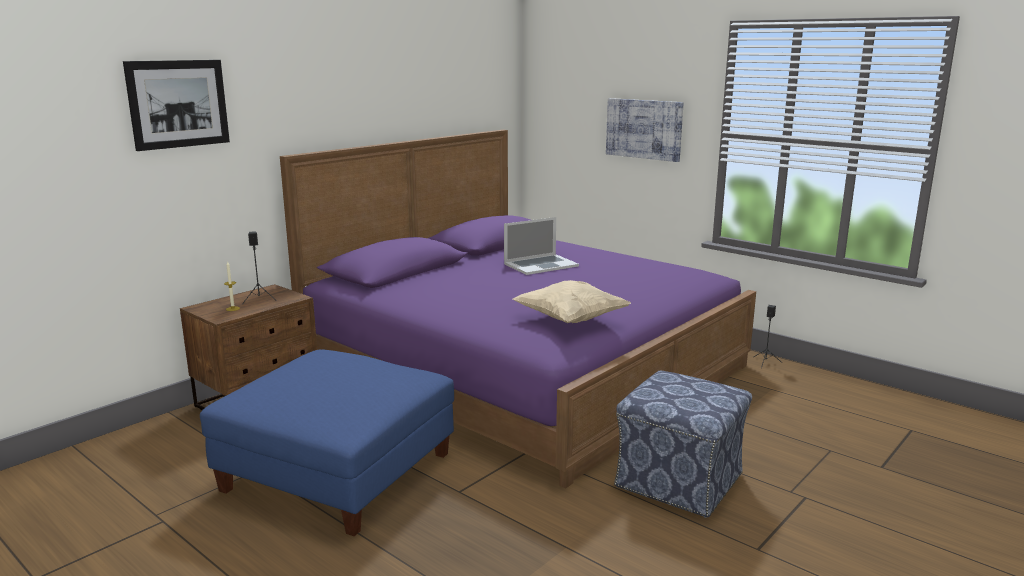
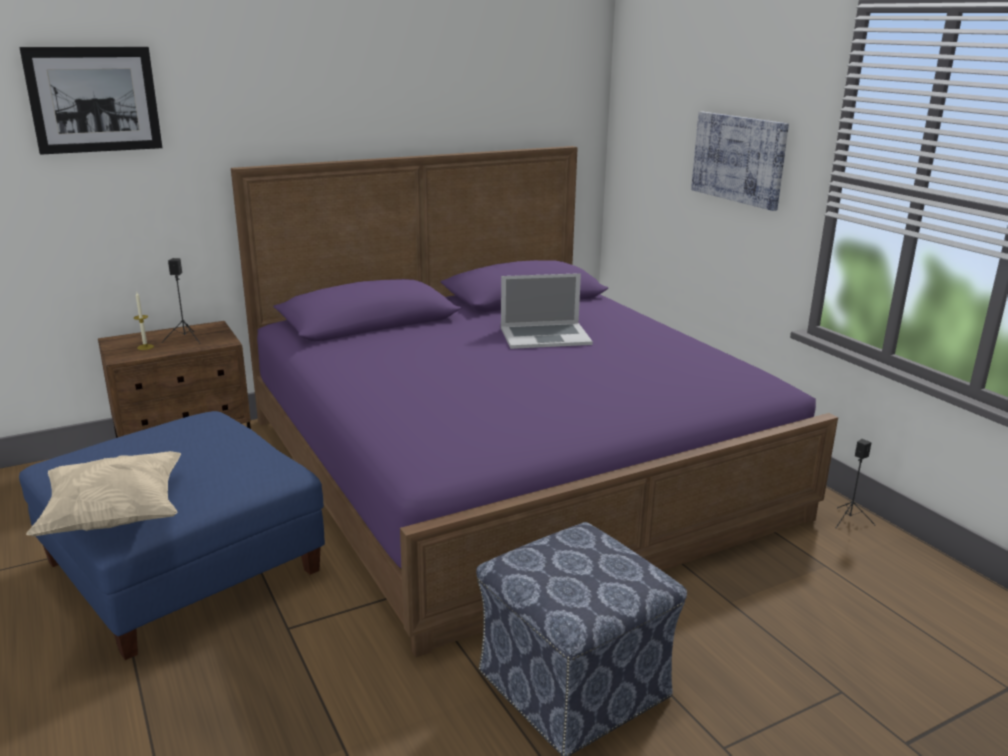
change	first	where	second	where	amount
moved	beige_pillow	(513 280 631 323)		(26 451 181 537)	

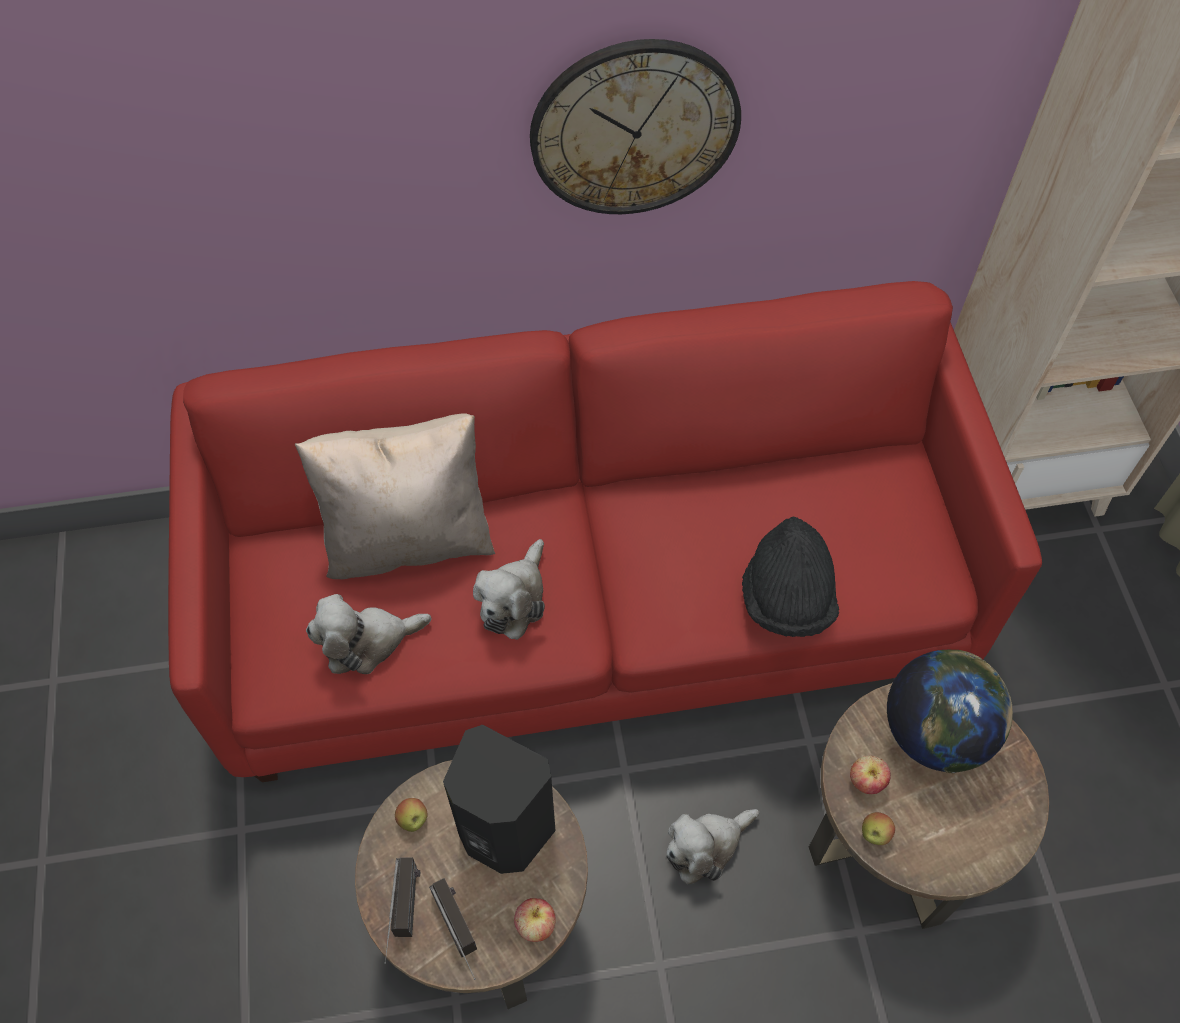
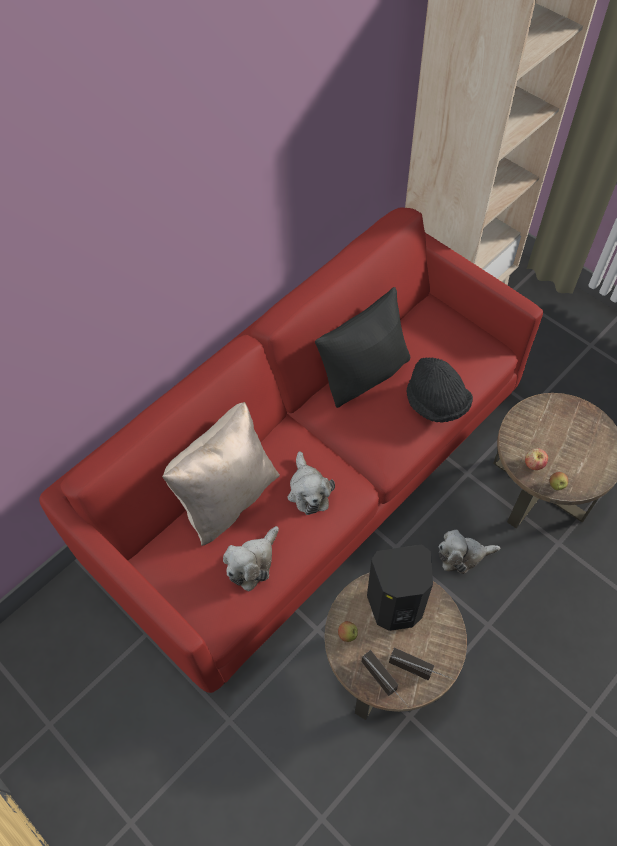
change	first	where	second	where	amount
removed	apple	(514 898 556 942)			
removed	wall_clock	(530 39 741 214)			
removed	globe	(887 650 1013 773)			
added			black_pillow	(315 287 410 408)	
turned	plush_toy	(667 809 759 884)		(439 530 500 574)	60 degrees clockwise

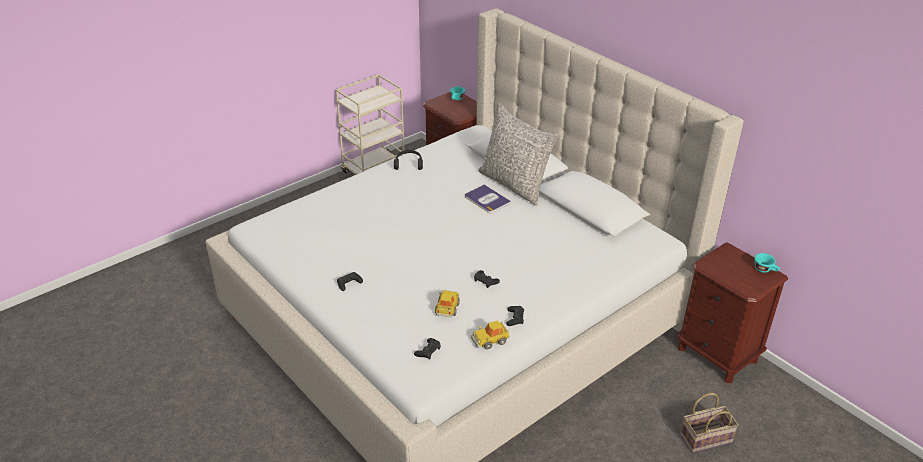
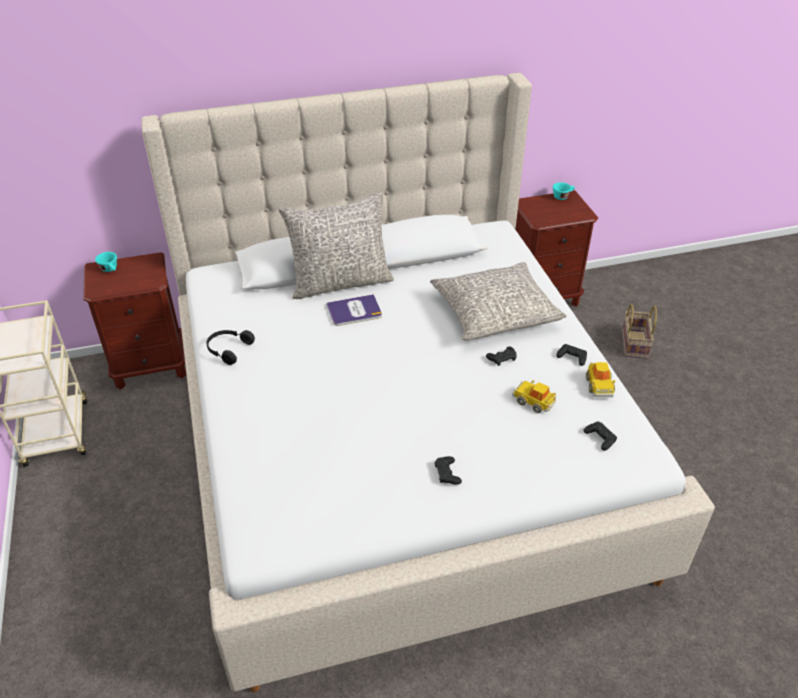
change	first	where	second	where	amount
added			grey_pillow	(430 262 567 340)	

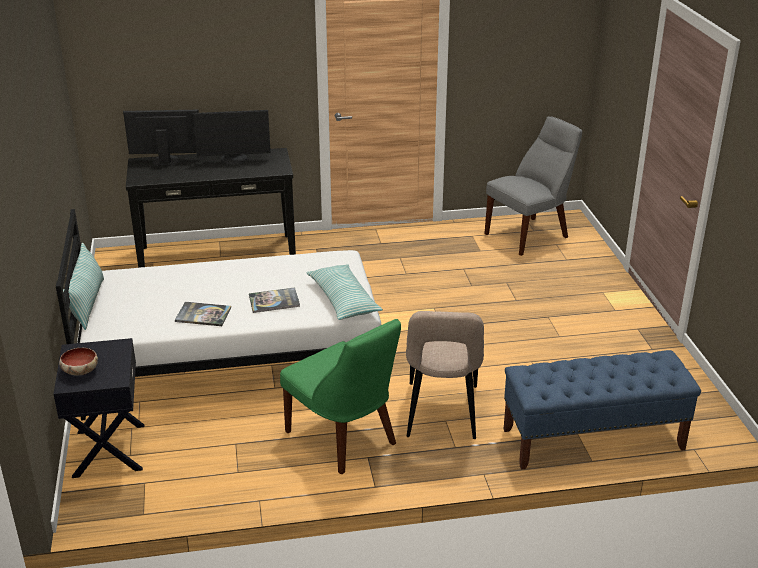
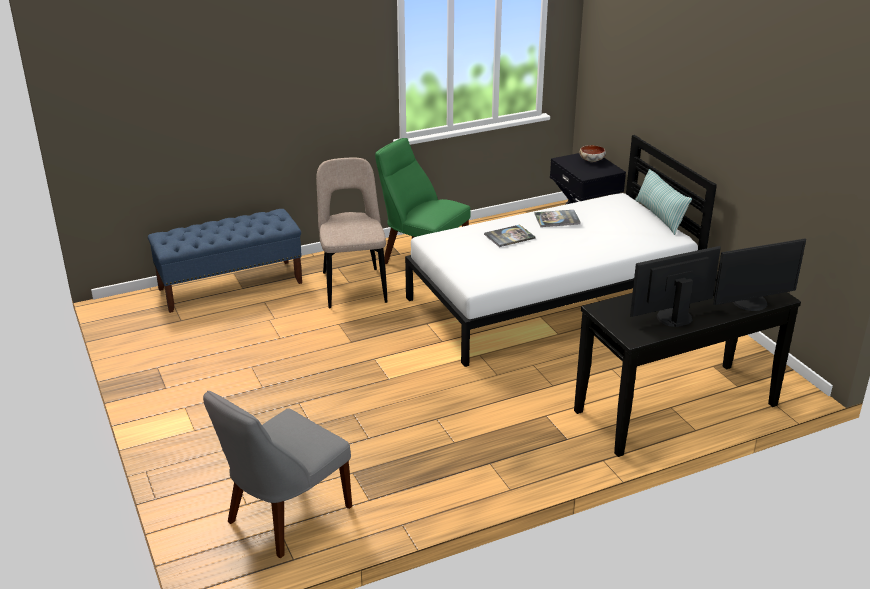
change	first	where	second	where	amount
removed	pillow	(306 264 383 320)			

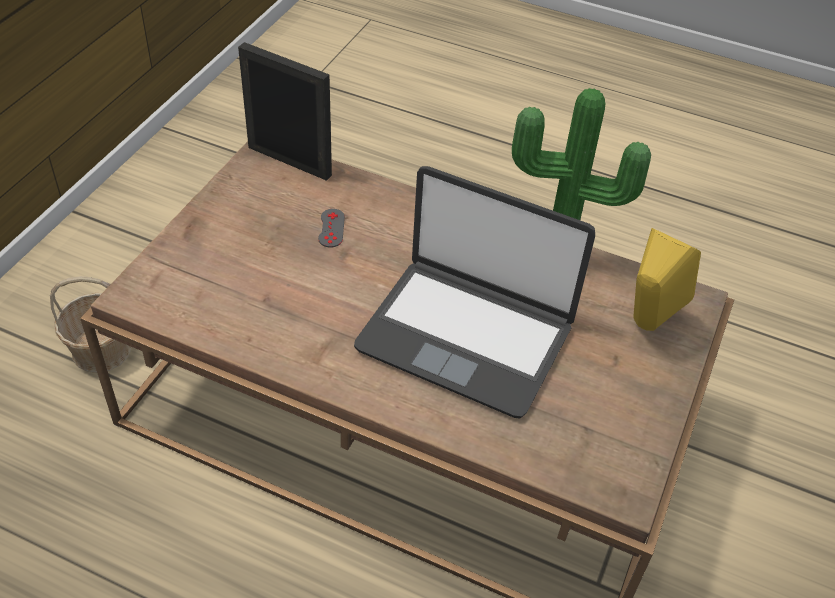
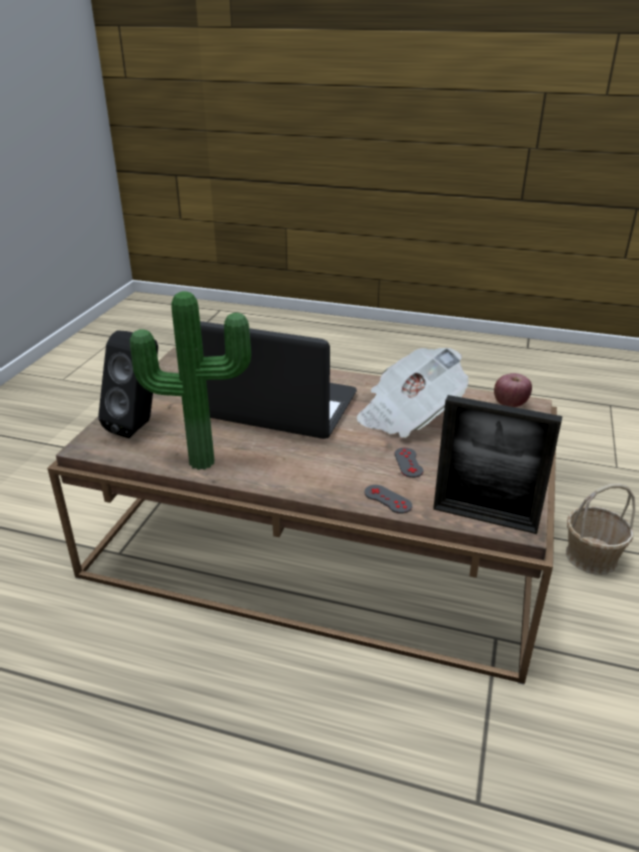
change	first	where	second	where	amount
added			newspaper	(357 348 469 438)	
added			grey_game_controller	(364 485 412 514)	
added			apple	(494 373 532 407)	
recoloured	yellow_speaker	(633 228 701 331)	black_speaker	(98 330 158 438)	

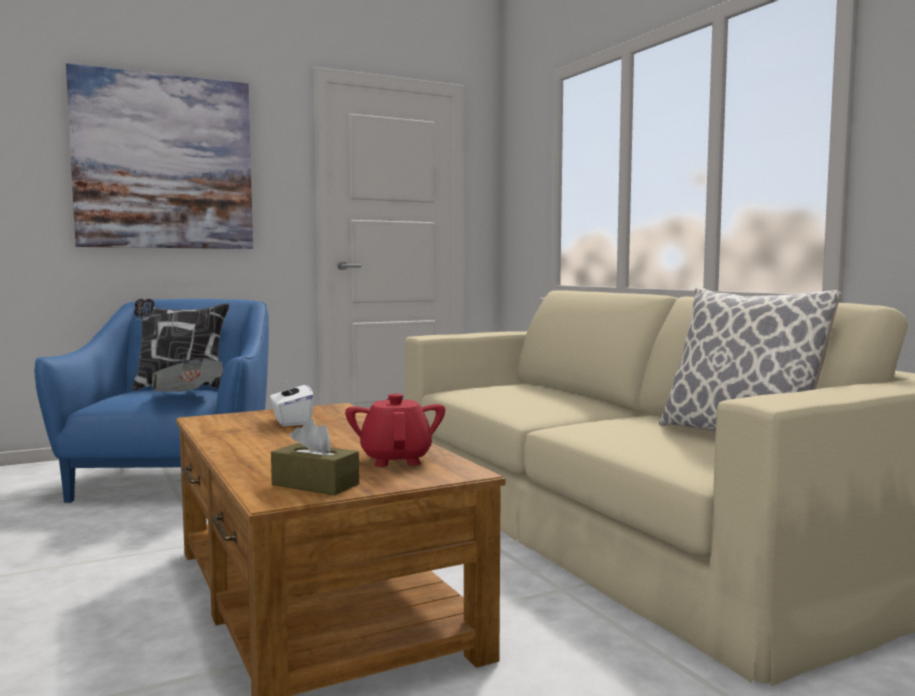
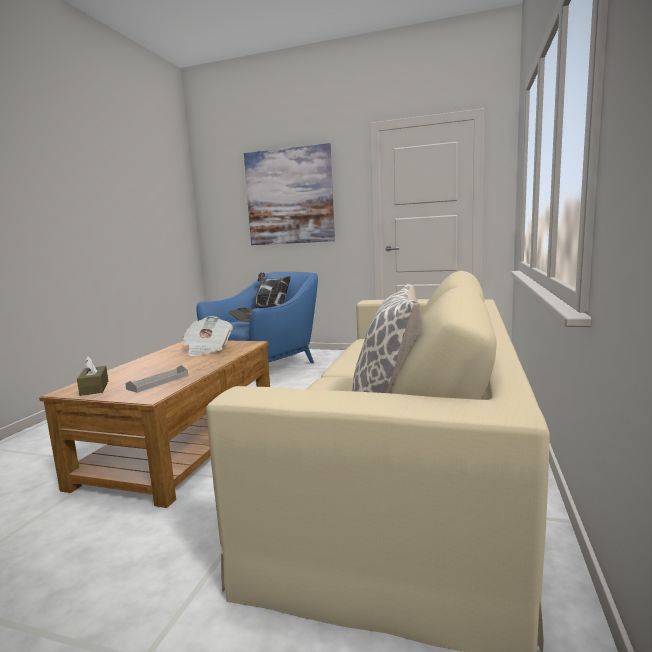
change	first	where	second	where	amount
replaced	white_tissue_box	(270 377 314 426)	newspaper	(183 316 233 356)	
replaced	red_teapot	(345 394 445 467)	grey_tray	(125 365 188 393)	

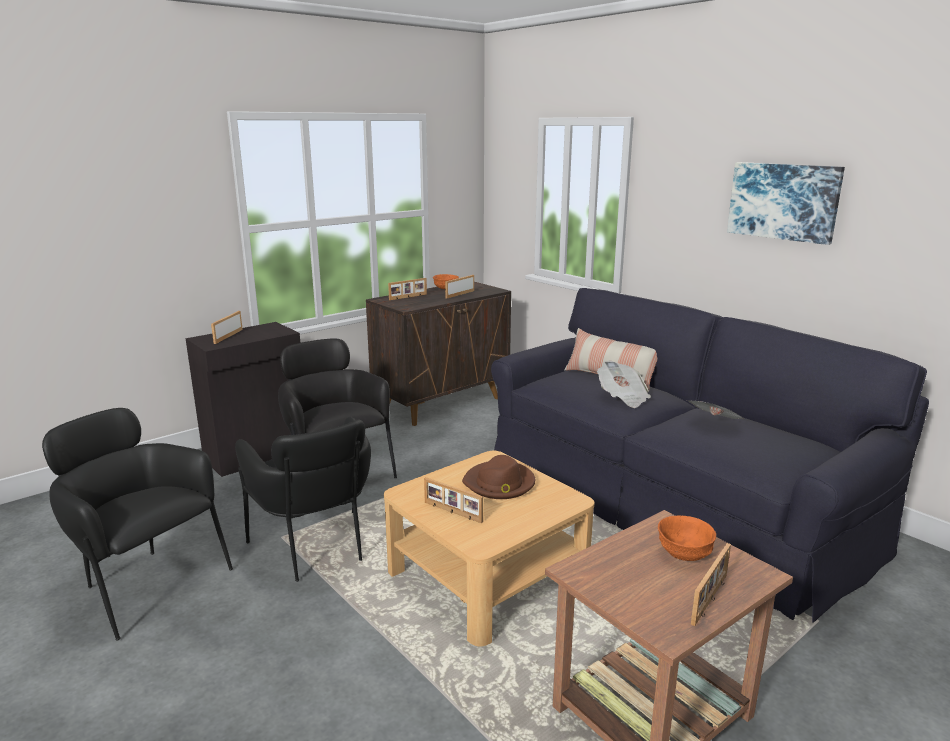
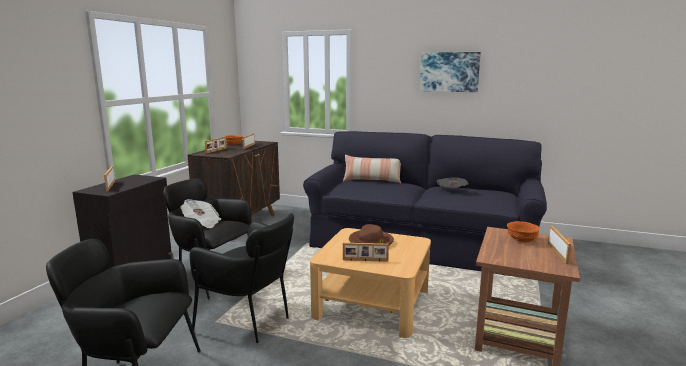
change	first	where	second	where	amount
moved	newspaper	(597 360 651 408)		(180 199 221 228)	

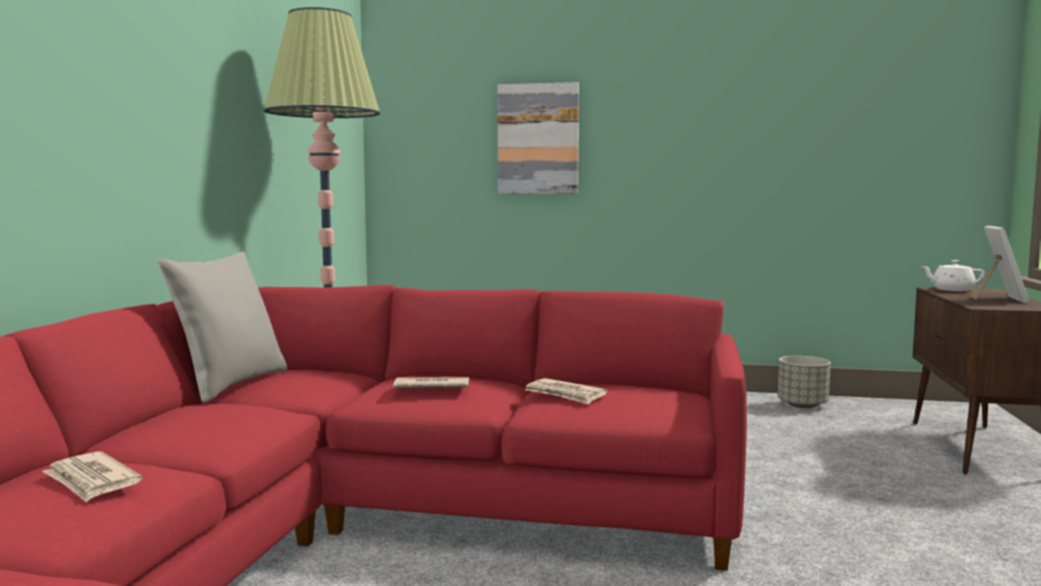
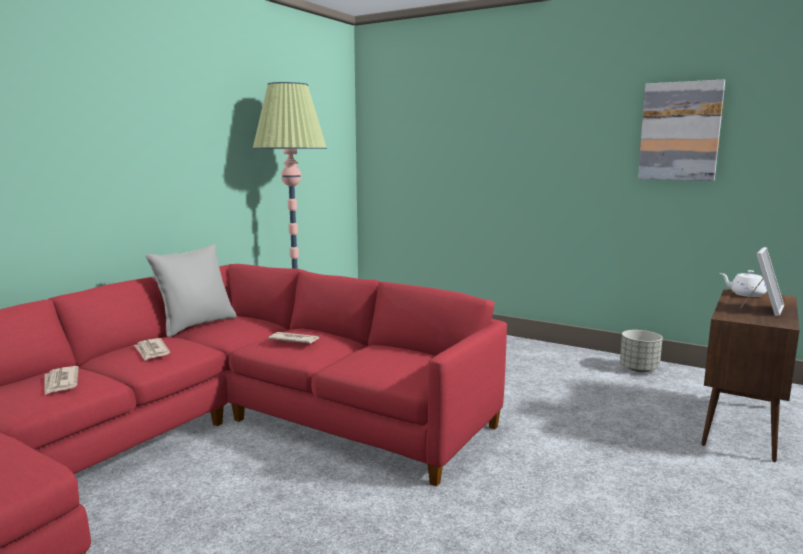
change	first	where	second	where	amount
moved	picture	(497 82 579 194)		(638 79 725 181)	
moved	newspaper	(525 378 607 404)		(134 338 170 360)	

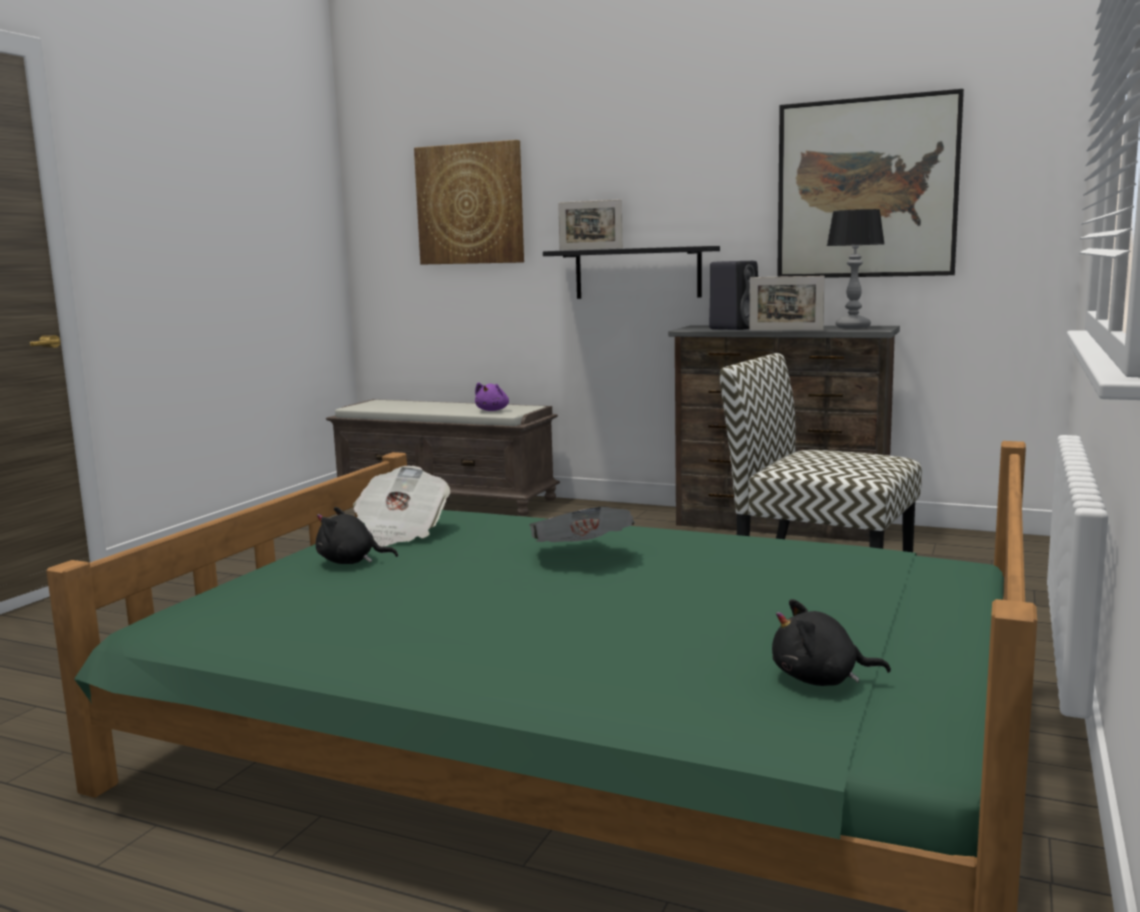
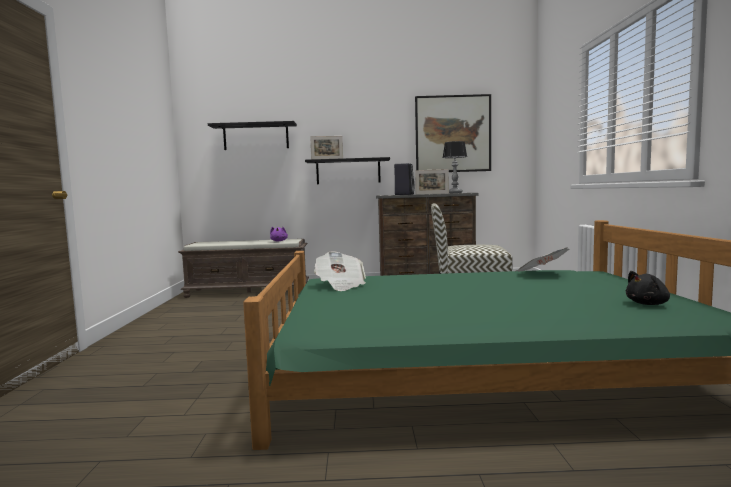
change	first	where	second	where	amount
removed	black_plush_toy	(316 507 398 564)			
moved	newspaper	(529 507 635 542)		(515 247 569 272)	
replaced	picture	(414 140 524 265)	black_shelf	(208 121 297 150)	

